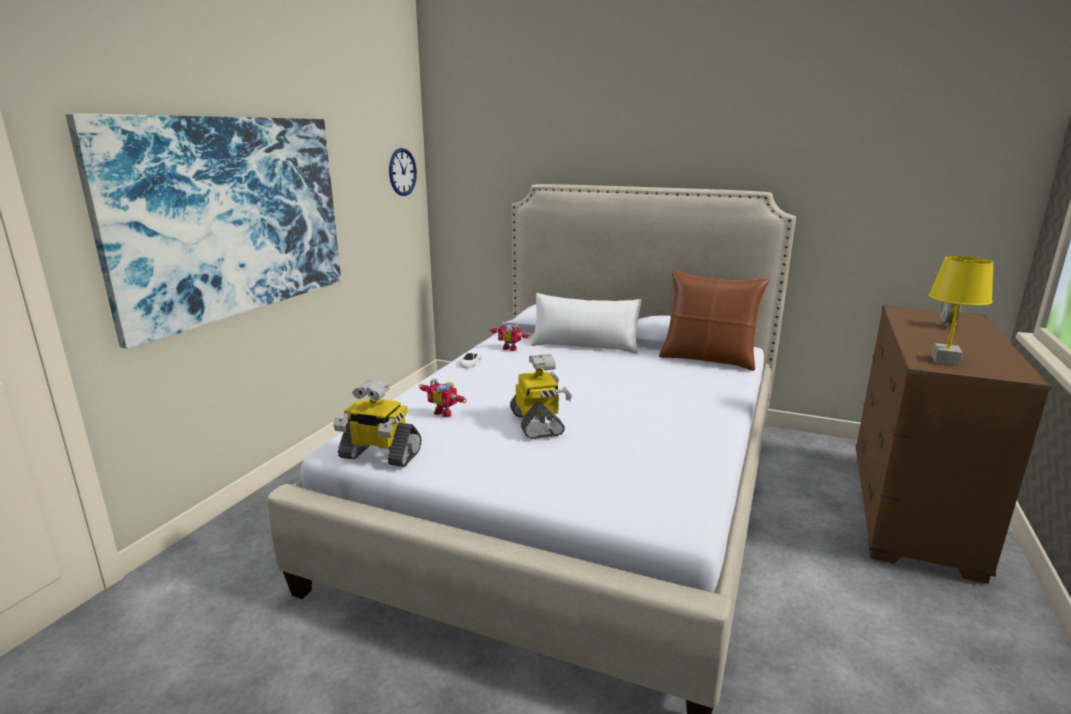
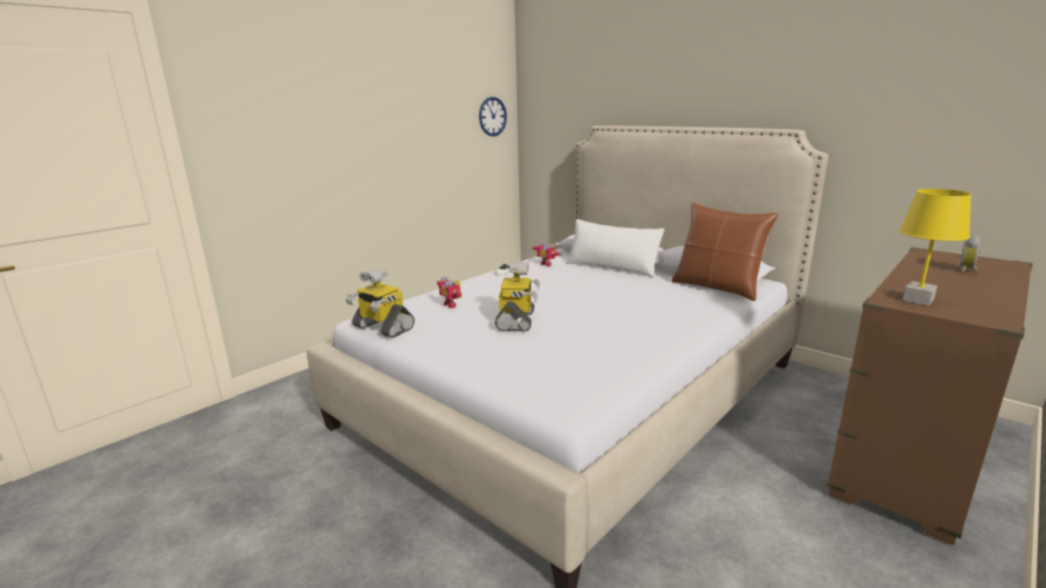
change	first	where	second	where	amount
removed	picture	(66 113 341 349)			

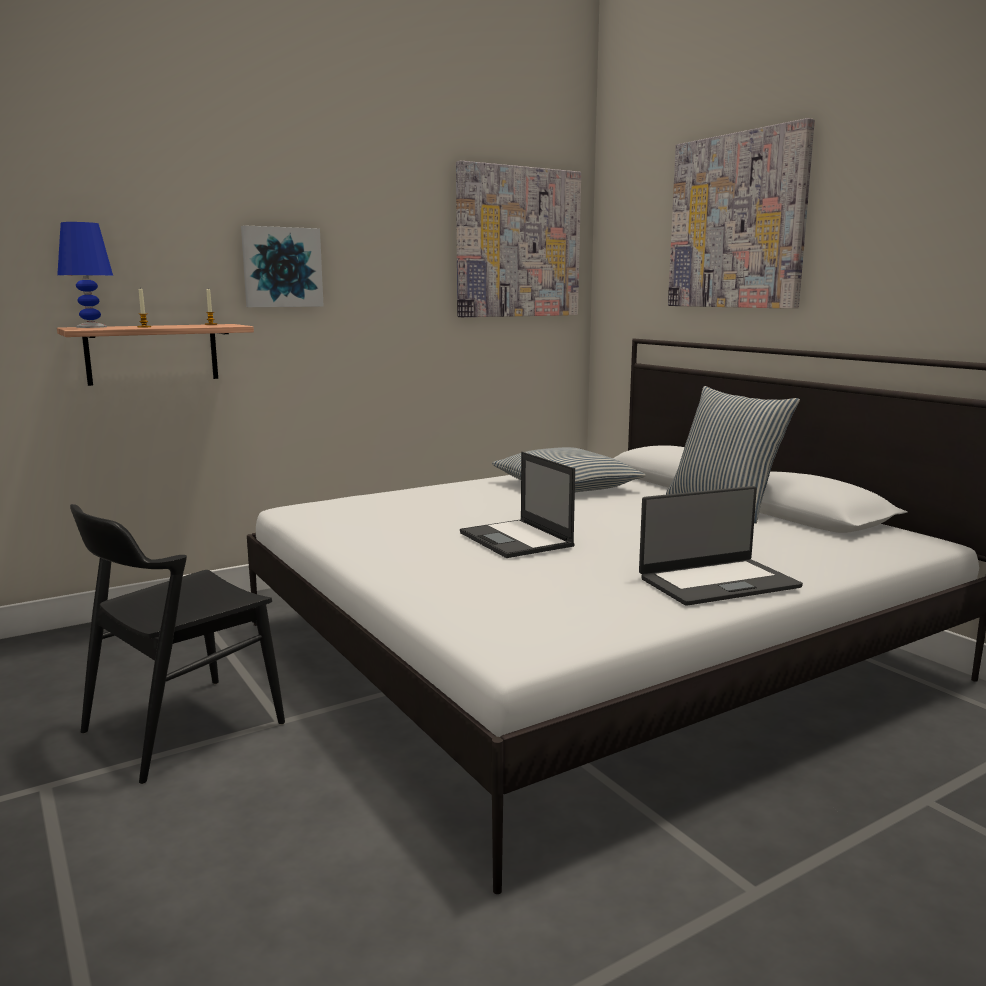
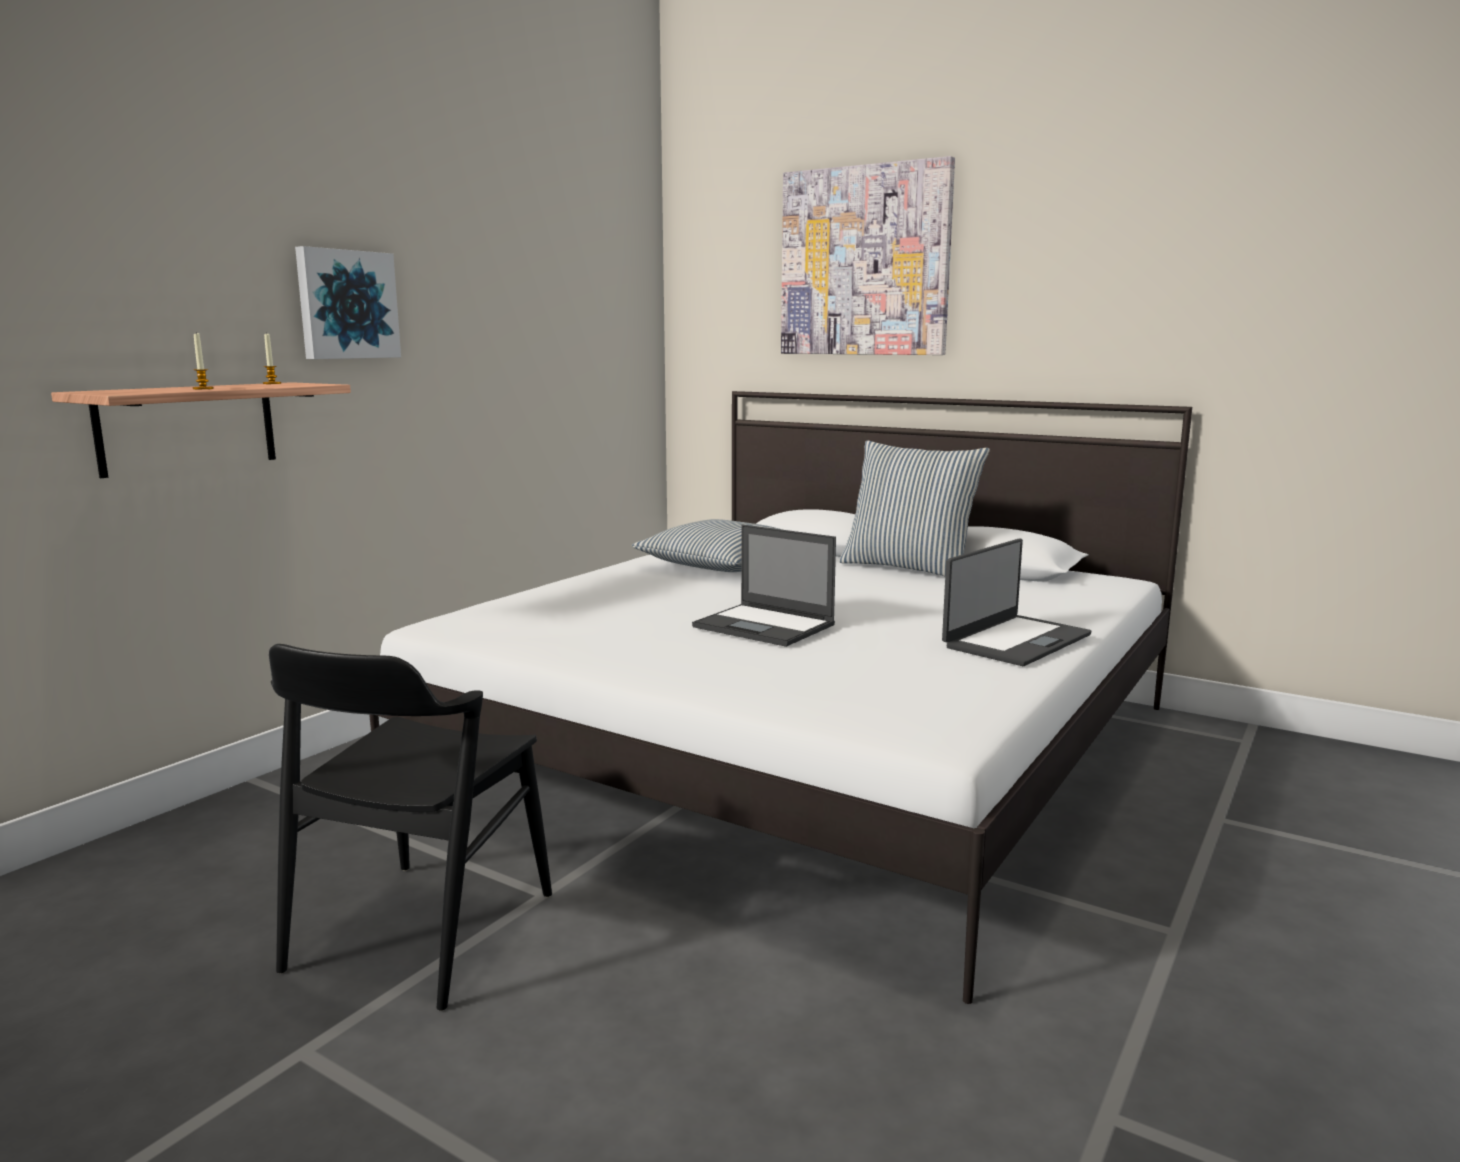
change	first	where	second	where	amount
removed	blue_table_lamp	(57 222 113 328)			
removed	picture	(456 161 581 317)			

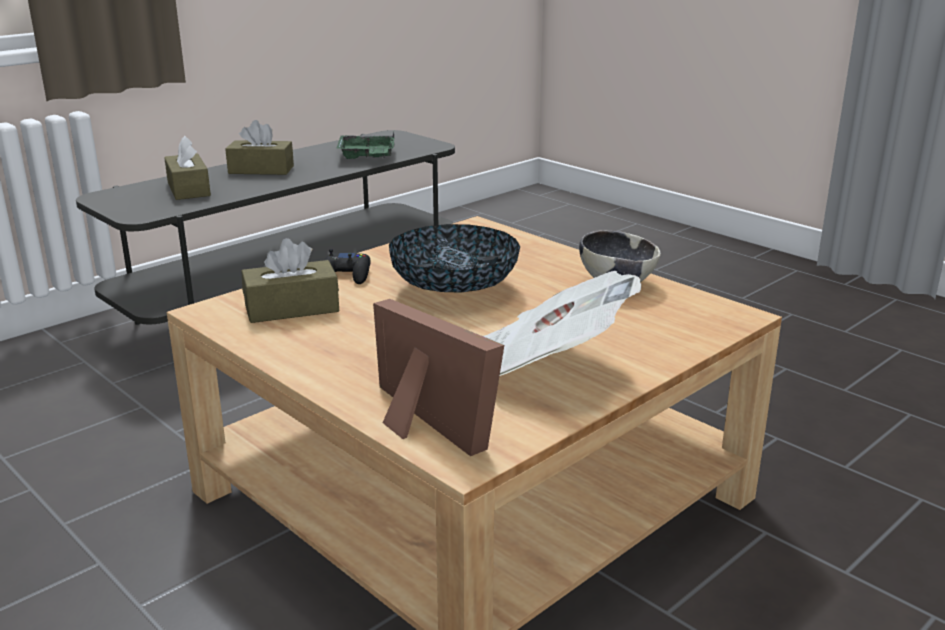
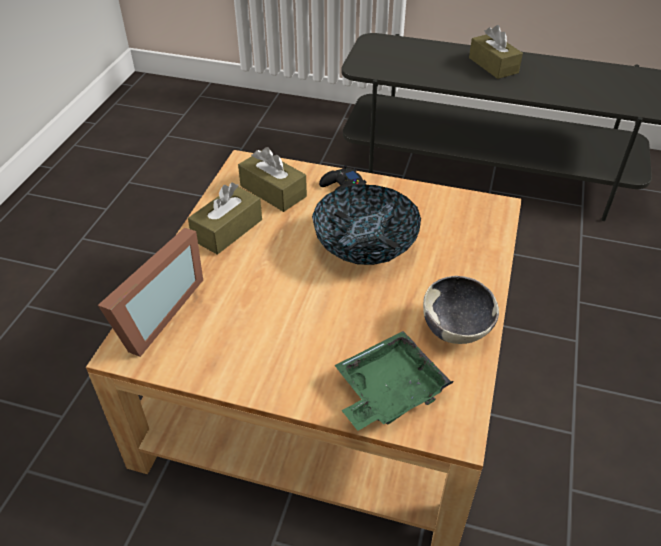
change	first	where	second	where	amount
removed	newspaper	(483 271 641 376)			
moved	brown_tissue_box	(164 136 211 200)		(188 182 262 255)	
moved	green_tray	(336 132 395 159)		(335 331 454 431)	

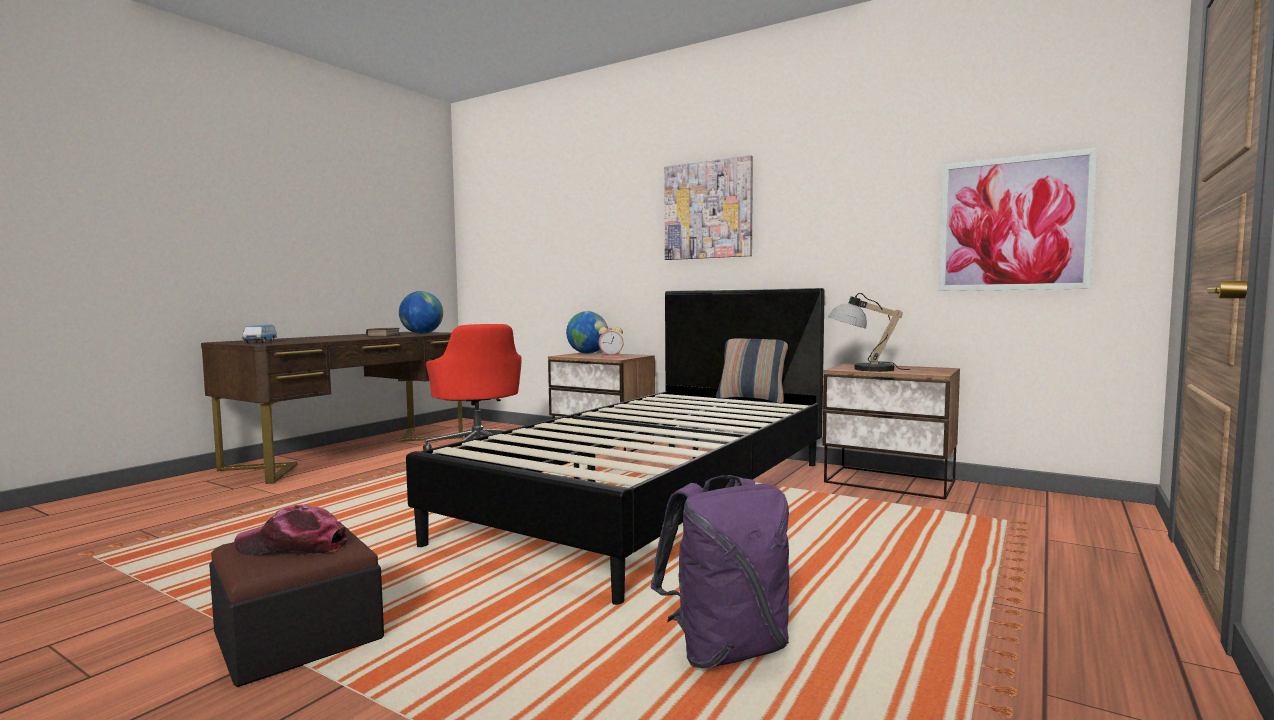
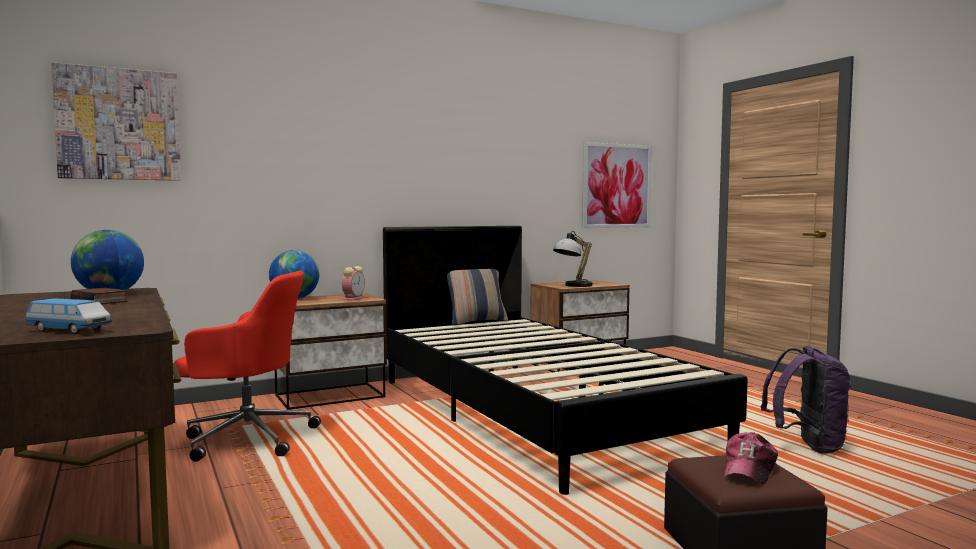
change	first	where	second	where	amount
moved	picture	(664 155 753 260)		(51 62 181 181)	

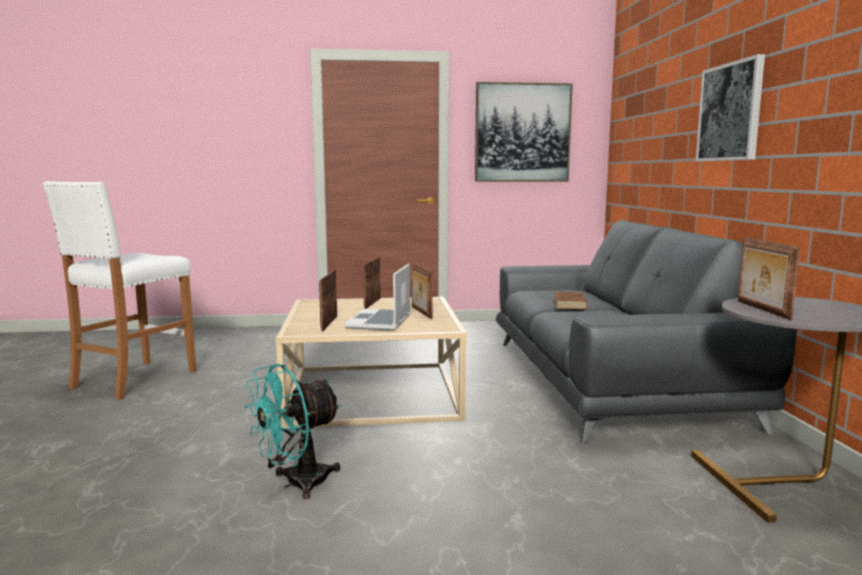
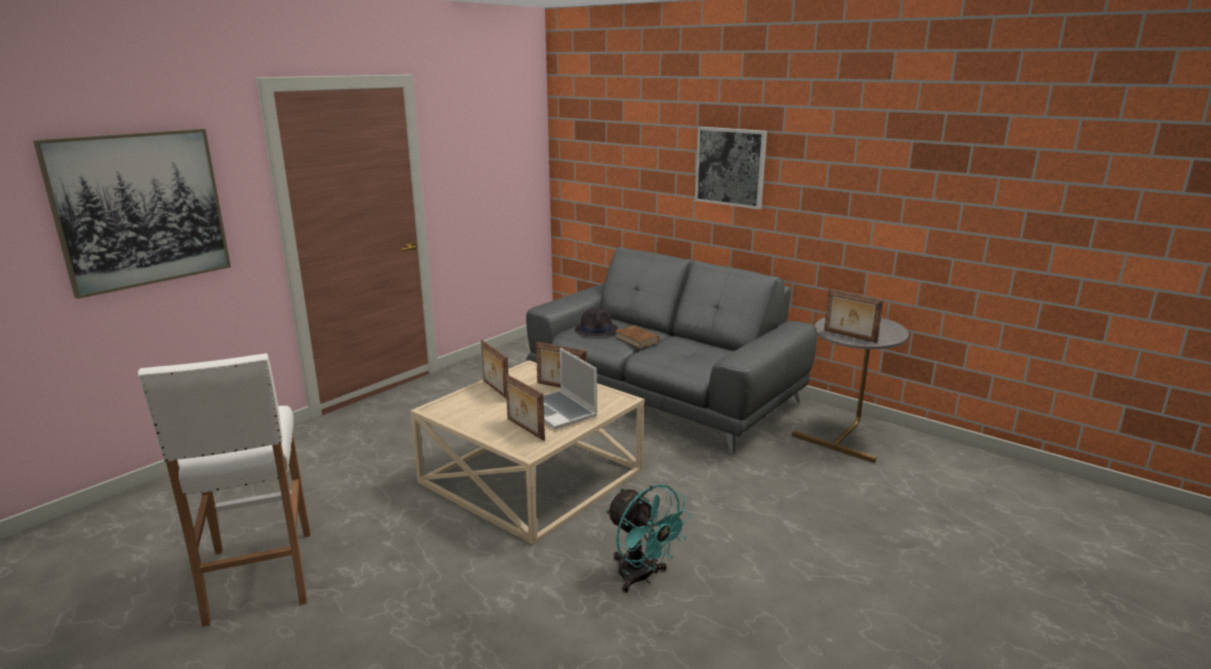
change	first	where	second	where	amount
added			black_hat	(575 308 618 336)	
moved	picture	(475 82 573 182)		(33 129 231 299)	
turned	turquoise_fan	(245 364 341 499)		(606 484 692 593)	45 degrees counterclockwise

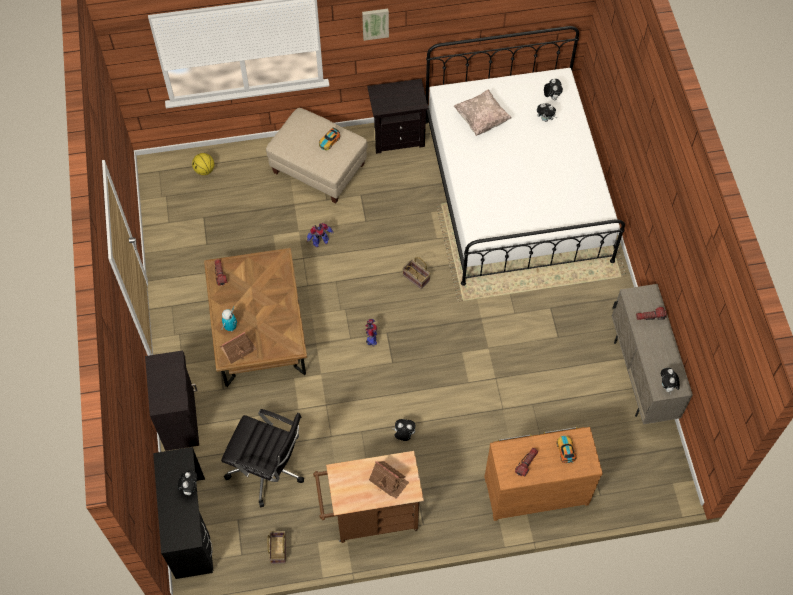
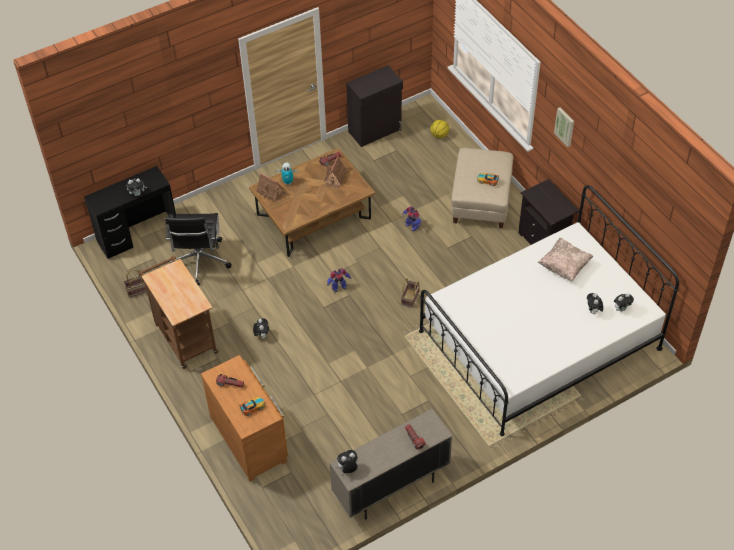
change	first	where	second	where	amount
moved	black_cabinet	(145 350 199 451)		(346 65 403 147)	
moved	toy_house	(369 461 409 499)		(324 156 347 189)	

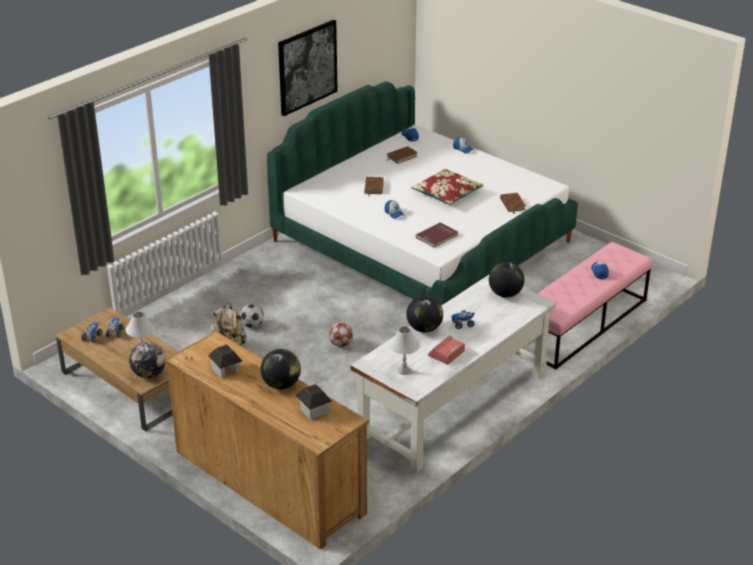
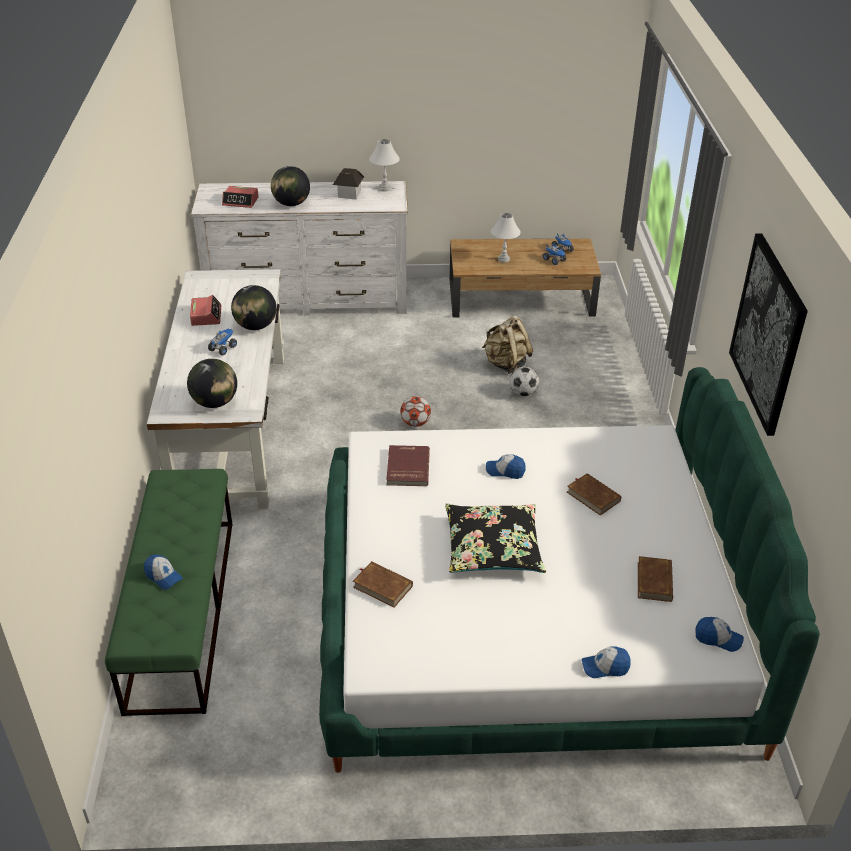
change	first	where	second	where	amount
removed	globe	(129 342 166 378)			
moved	white_table_lamp	(389 326 420 375)		(369 139 400 192)	
replaced	toy_house	(296 384 332 420)	alarm_clock	(222 186 259 208)	
recoloured	brown_dresser	(164 331 369 550)	white_dresser	(191 181 408 315)	
recoloured	red_pillow	(411 169 484 205)	black_pillow	(445 504 546 573)	
recoloured	pink_bench	(537 242 652 370)	green_bench	(105 469 233 716)	

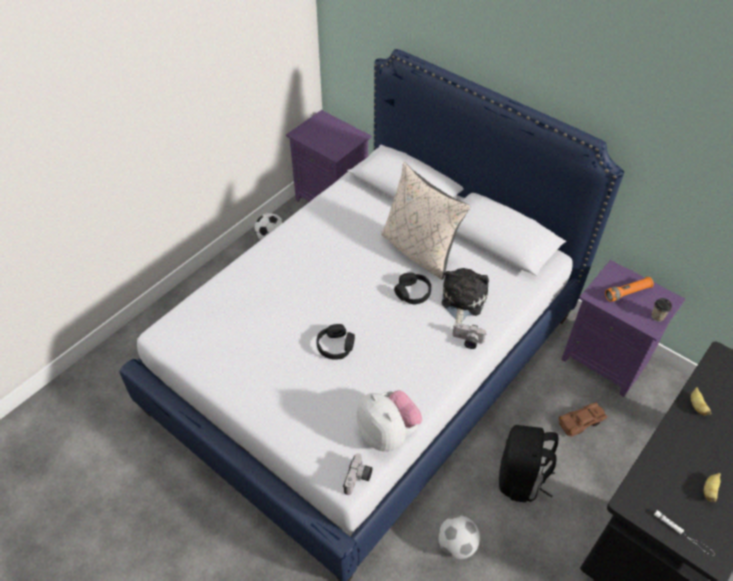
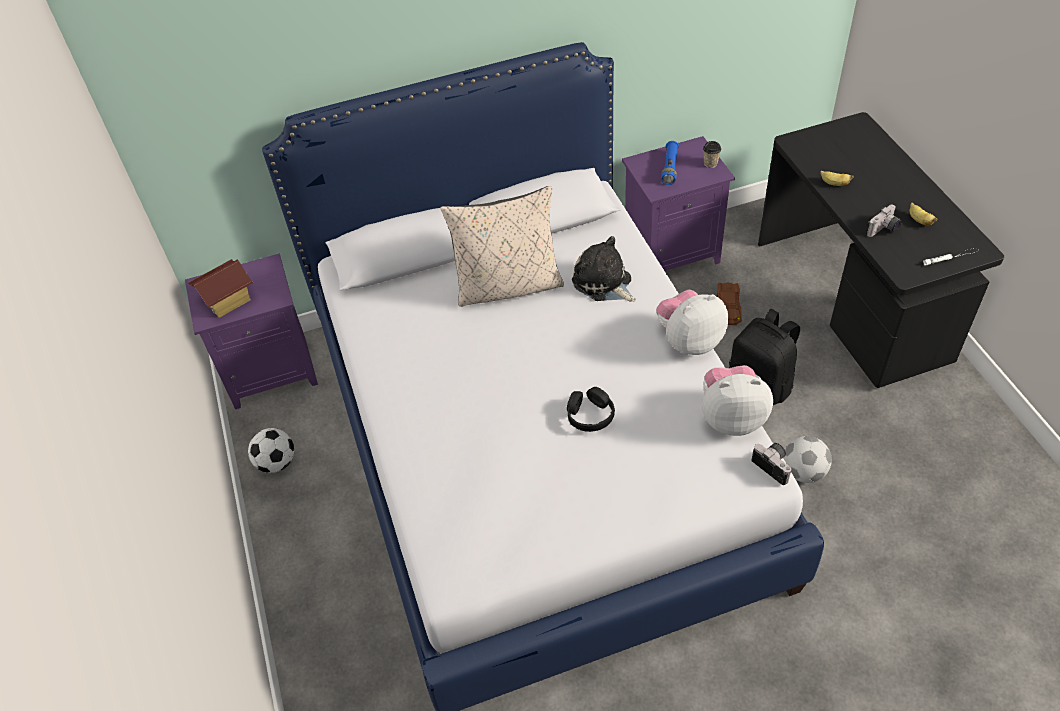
change	first	where	second	where	amount
removed	black_headphones	(394 273 431 304)			
added			toy_house	(188 259 253 318)	
added			plush_toy	(656 290 728 355)	
moved	photo_camera	(453 323 486 349)		(866 205 902 237)	
recoloured	orange_flashlight	(605 277 654 302)	blue_flashlight	(661 141 679 185)	

